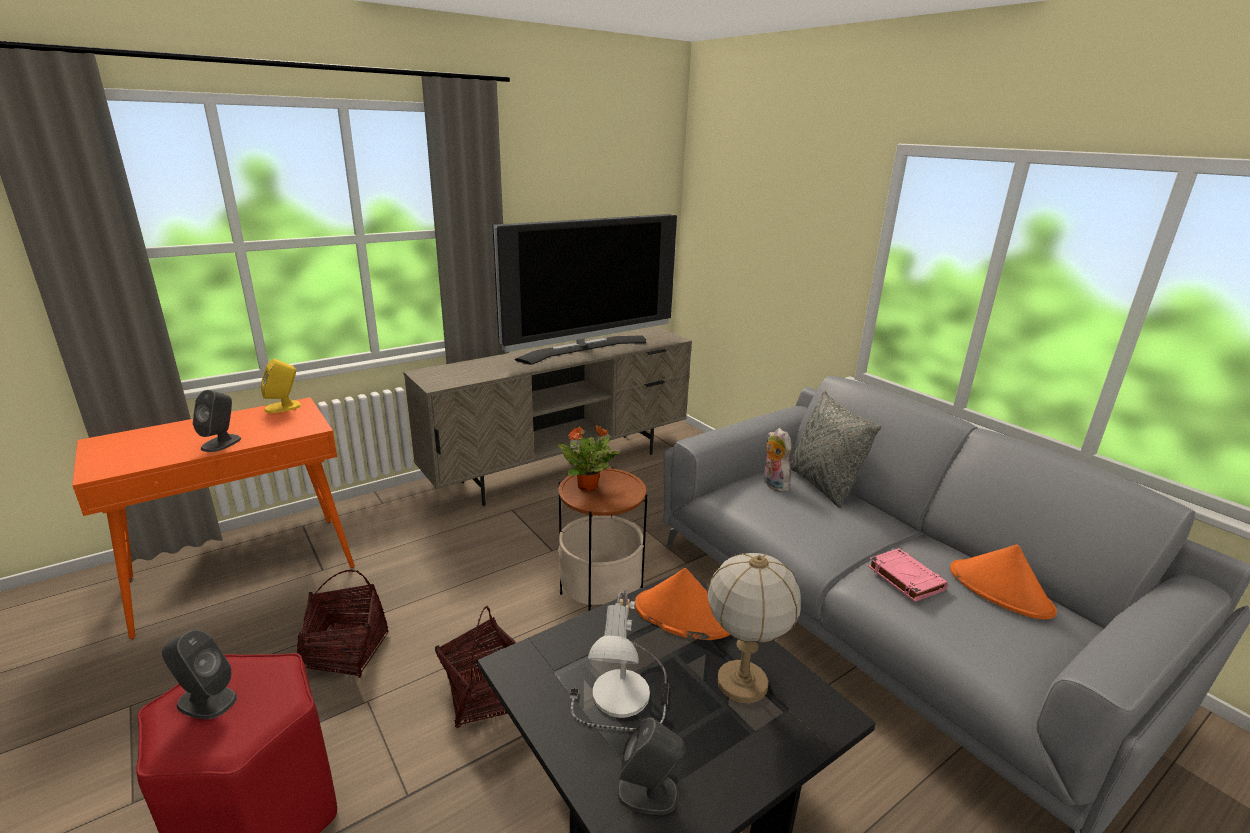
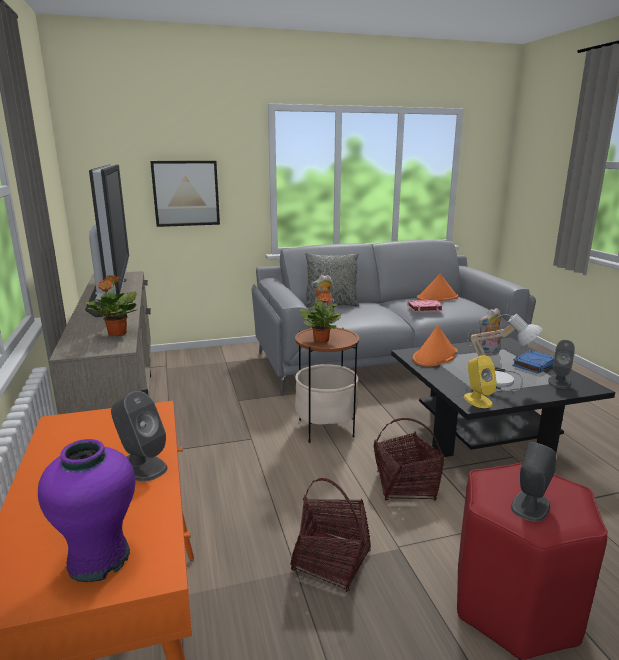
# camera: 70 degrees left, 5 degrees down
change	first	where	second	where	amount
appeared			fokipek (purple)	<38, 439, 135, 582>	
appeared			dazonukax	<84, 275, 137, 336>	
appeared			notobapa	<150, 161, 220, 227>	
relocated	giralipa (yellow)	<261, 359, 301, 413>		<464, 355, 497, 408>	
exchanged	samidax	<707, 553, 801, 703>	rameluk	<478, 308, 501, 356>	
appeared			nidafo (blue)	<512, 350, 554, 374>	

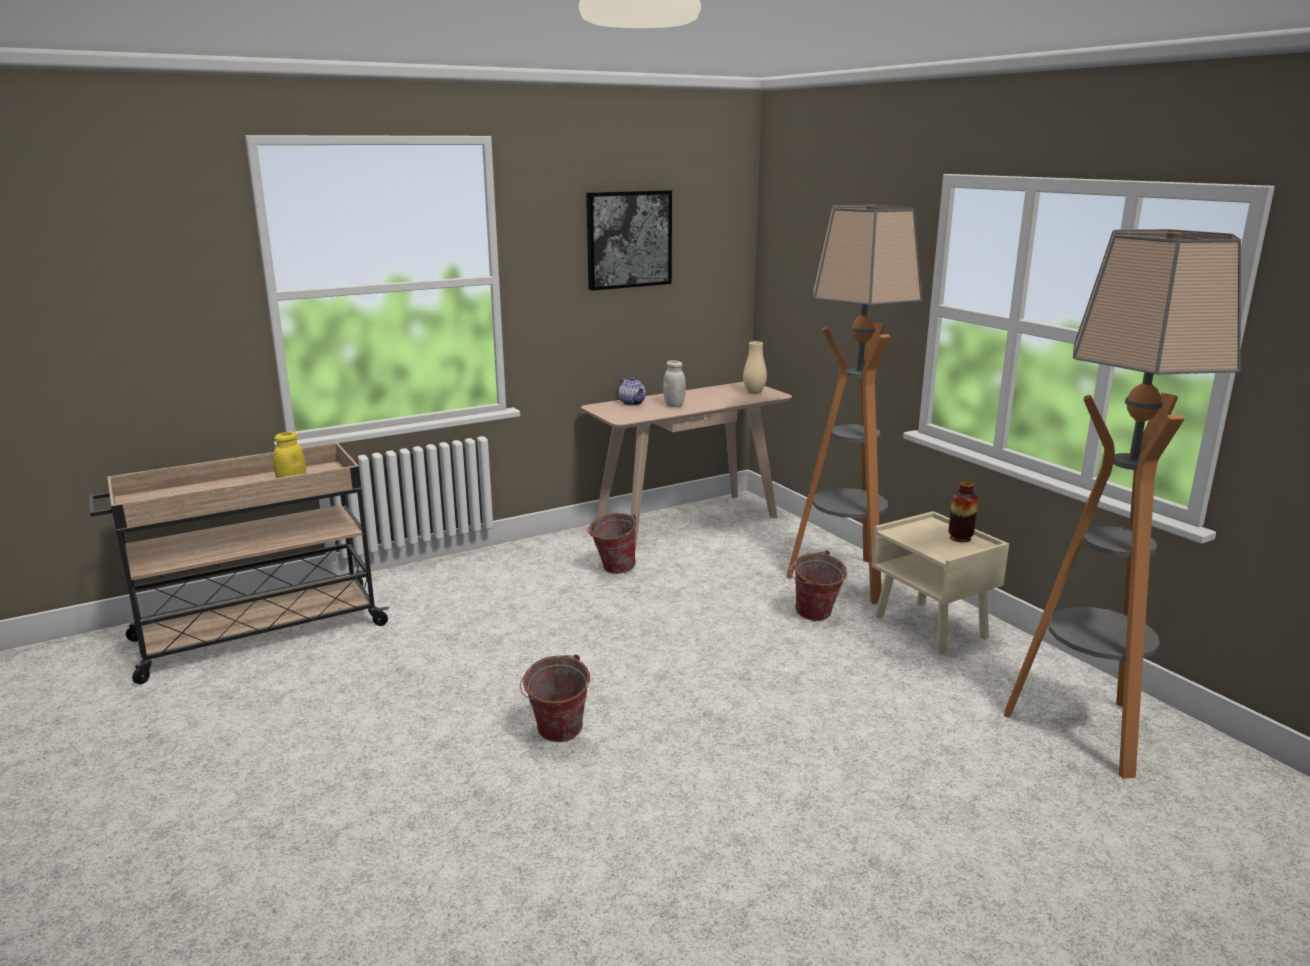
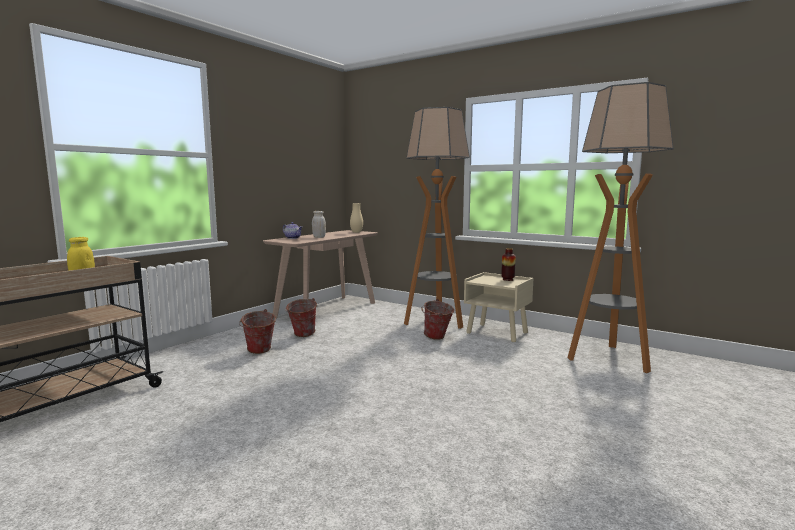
# camera: 25 degrees left, 10 degrees down
change	first	where	second	where	amount
relocated	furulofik	<520, 654, 590, 742>		<239, 309, 276, 354>	
missing	notobapa	<586, 190, 672, 291>			

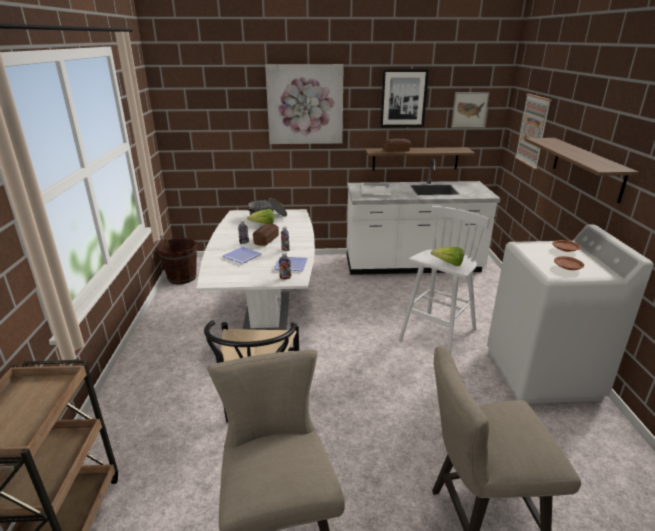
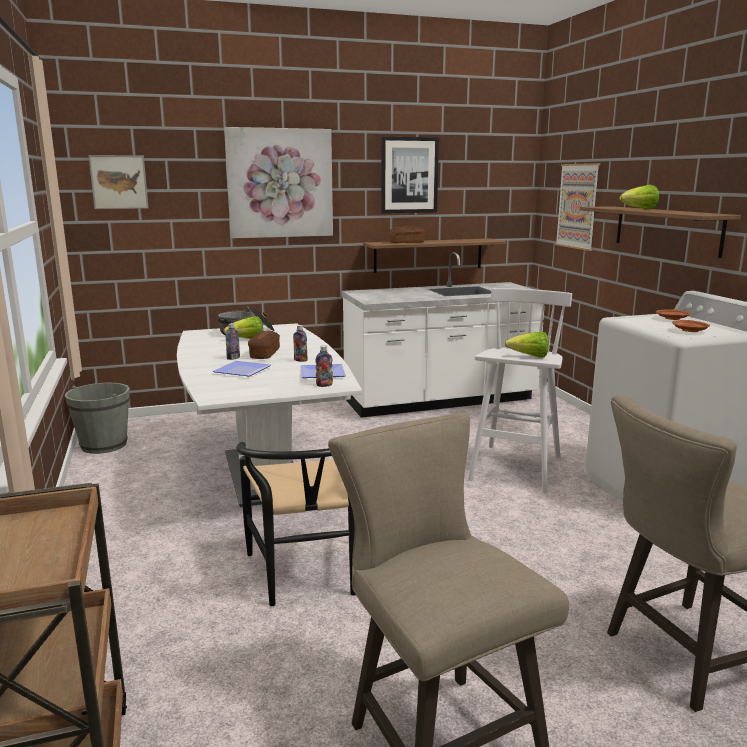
# camera: 15 degrees left, 10 degrees down
change	first	where	second	where	amount
colour	furulofik (brown)	<157, 238, 197, 284>	furulofik (grey)	<65, 383, 129, 454>	
relocated	notobapa	<451, 92, 490, 128>		<88, 155, 149, 209>	
appeared			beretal	<619, 185, 659, 210>	
missing	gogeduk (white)	<361, 183, 390, 198>			

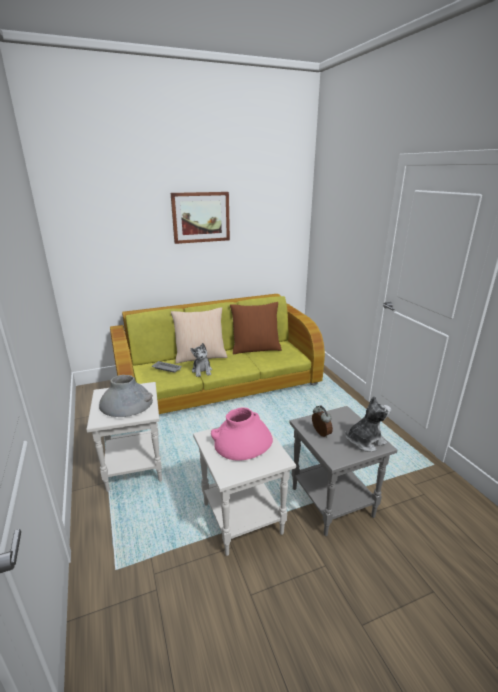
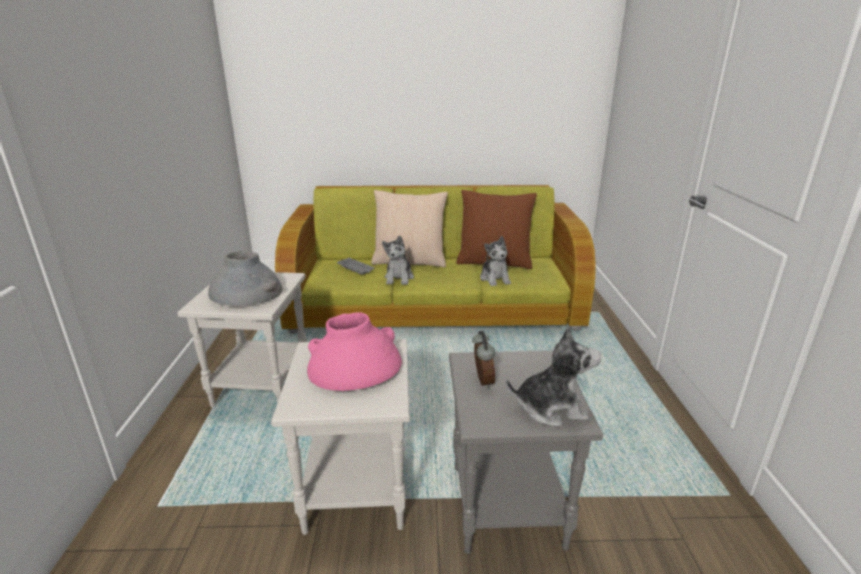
# camera: 20 degrees right, 0 degrees up
change	first	where	second	where	amount
appeared			rameluk	<480, 236, 511, 286>	
missing	notobapa	<171, 192, 230, 244>			

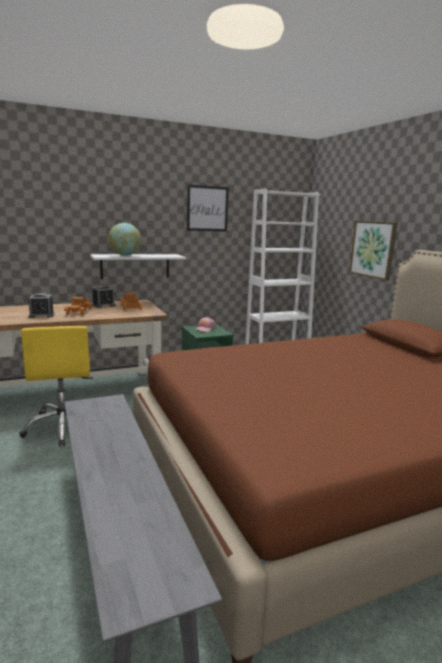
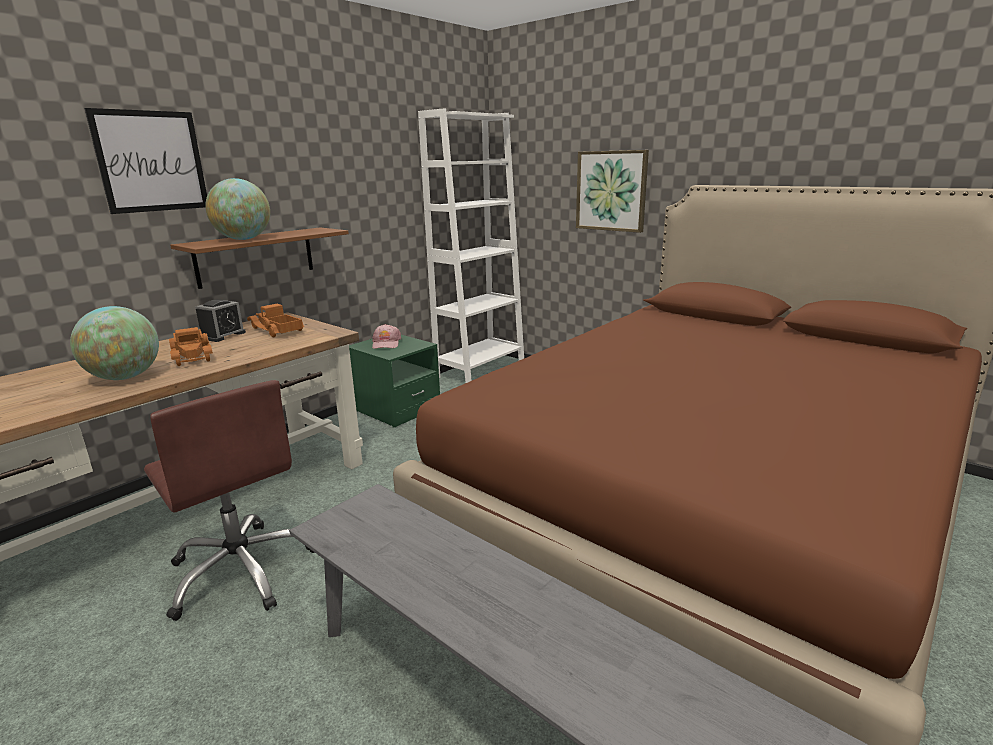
# camera: 25 degrees left, 5 degrees up
change	first	where	second	where	amount
exchanged	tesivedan	<28, 293, 55, 318>	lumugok	<70, 306, 159, 380>	
relocated	notobapa	<187, 185, 229, 232>		<84, 108, 207, 214>	
colour	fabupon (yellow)	<19, 326, 93, 447>	fabupon (brown)	<144, 380, 315, 621>	
colour	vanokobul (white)	<90, 254, 186, 279>	vanokobul (brown)	<170, 228, 349, 289>	

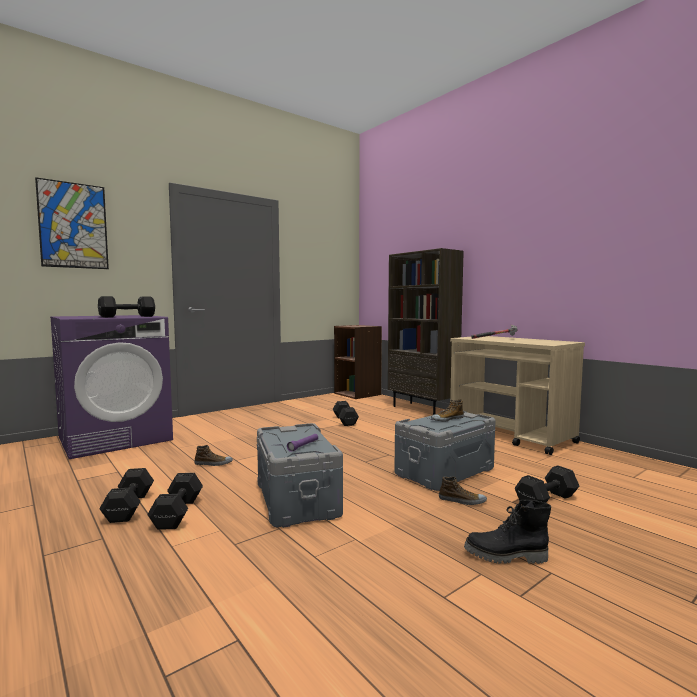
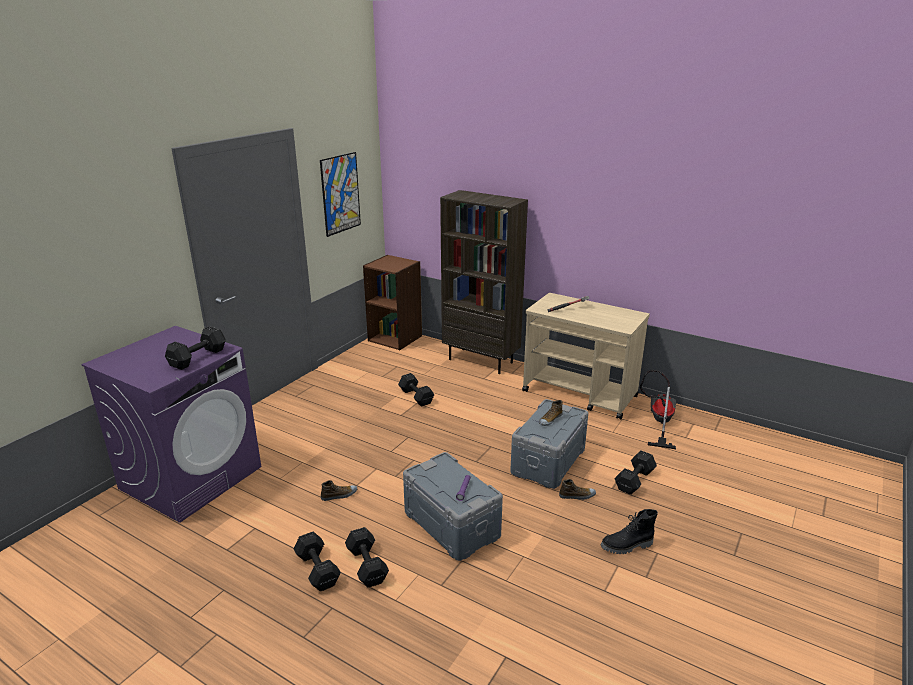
# camera: 20 degrees left, 20 degrees up
change	first	where	second	where	amount
relocated	notobapa	<35, 177, 109, 269>		<320, 152, 361, 237>	
appeared			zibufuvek	<640, 370, 676, 449>	

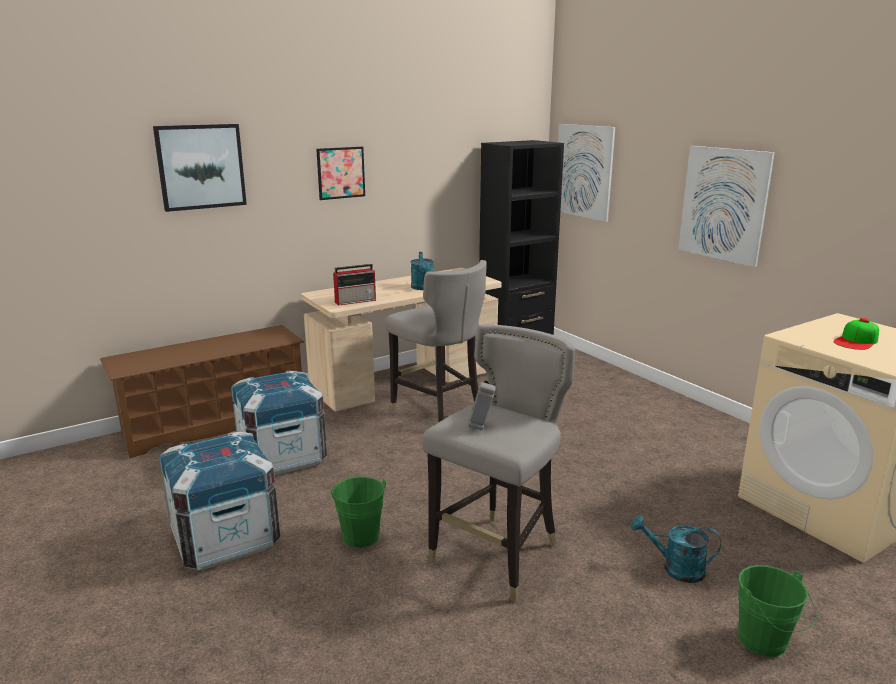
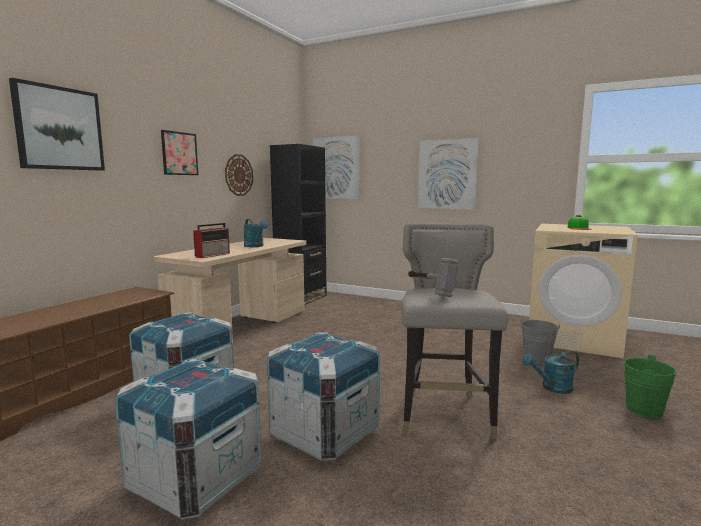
# camera: 30 degrees left, 10 degrees down
change	first	where	second	where	amount
appeared			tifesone	<225, 154, 253, 196>	
exchanged	furulofik (green)	<330, 476, 386, 548>	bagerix	<267, 332, 380, 461>	
appeared			furulofik (grey)	<520, 319, 560, 364>	
missing	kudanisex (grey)	<385, 260, 487, 422>			

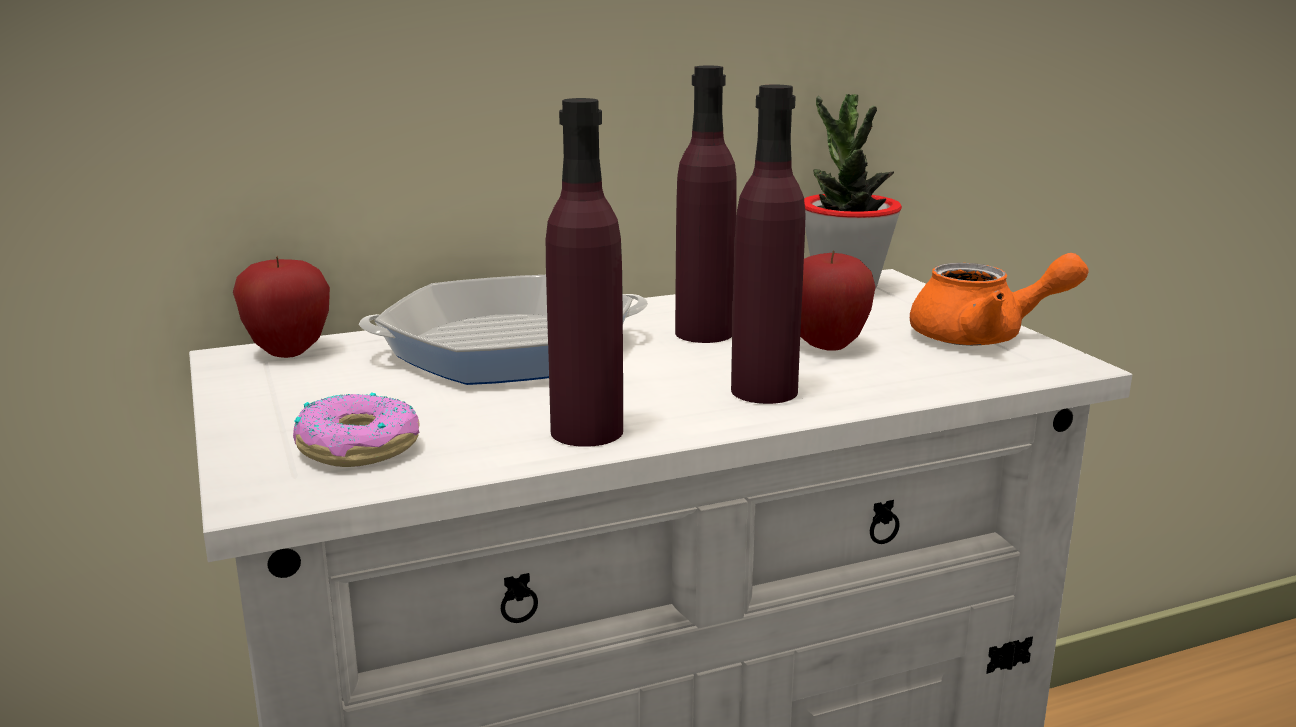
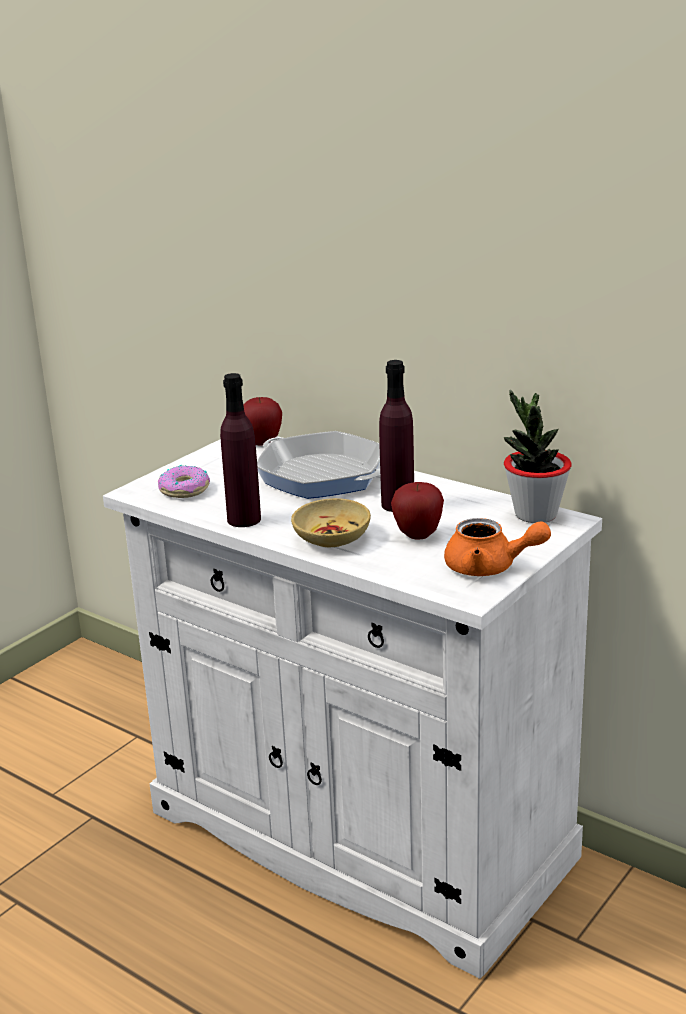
# camera: 60 degrees right, 5 degrees up
change	first	where	second	where	amount
exchanged	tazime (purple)	<731, 85, 806, 404>	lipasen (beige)	<291, 498, 371, 547>	
spun	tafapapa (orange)	<910, 253, 1088, 346>		<444, 518, 551, 576>	45 degrees counterclockwise

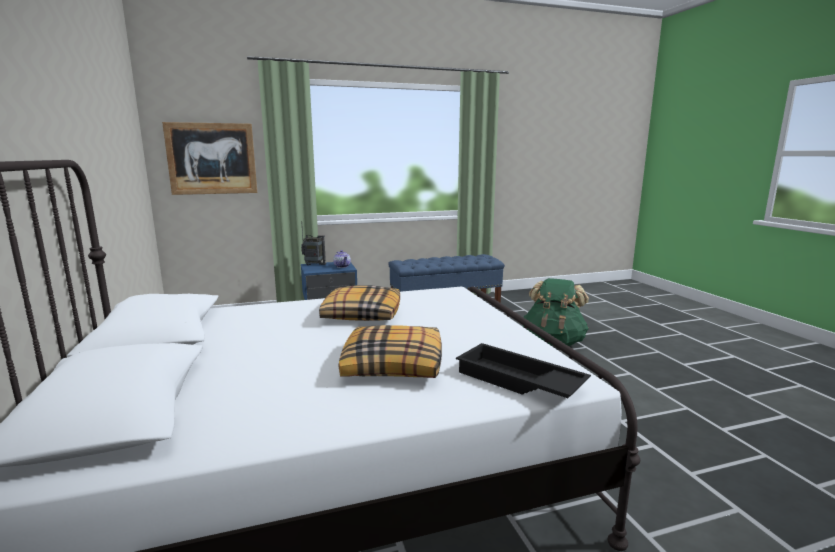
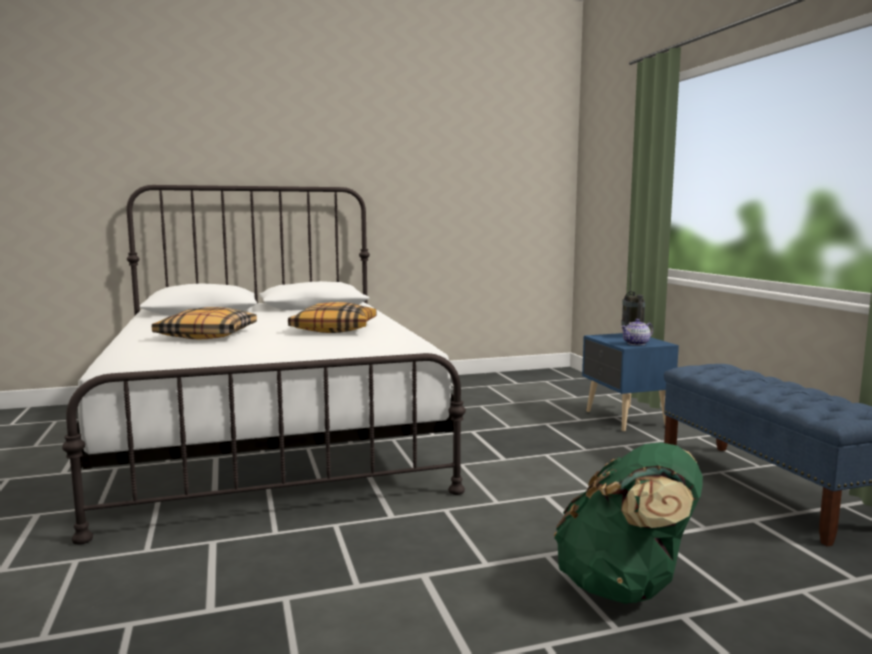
# camera: 90 degrees right, 5 degrees down
change	first	where	second	where	amount
missing	notobapa	<162, 122, 257, 195>			
missing	gogeduk (black)	<456, 343, 591, 398>			

